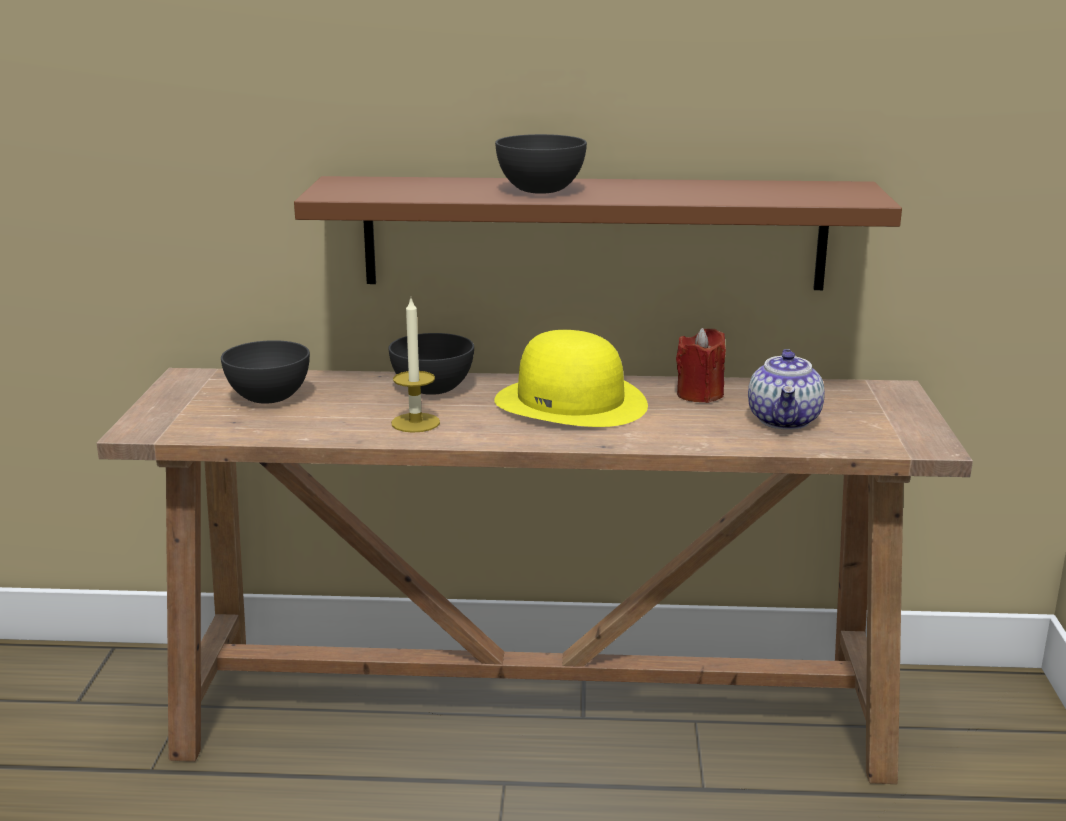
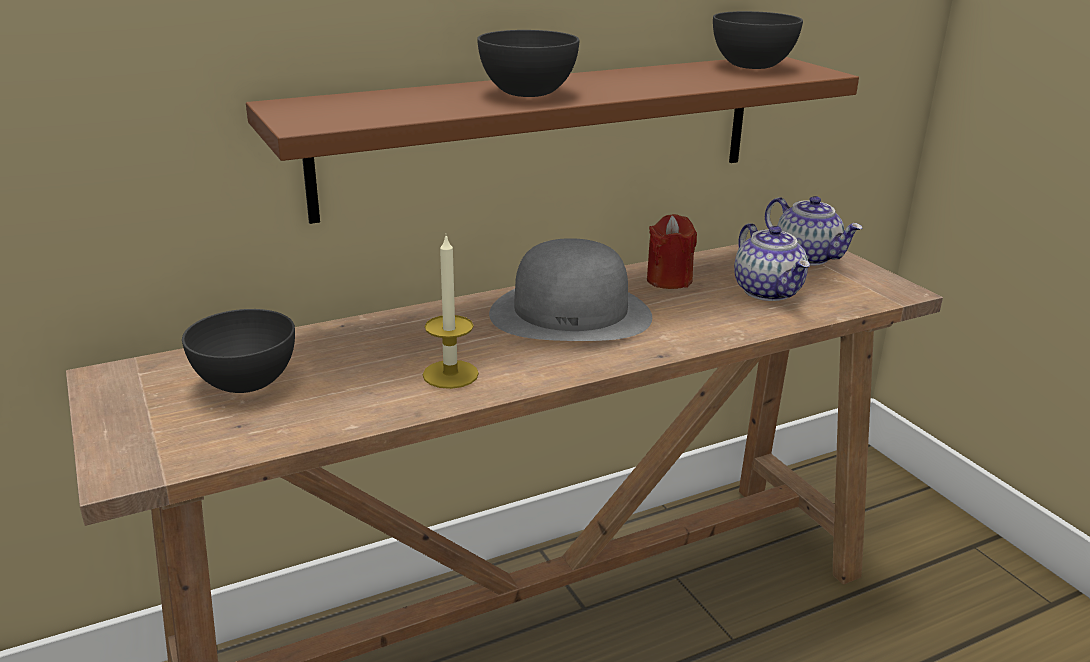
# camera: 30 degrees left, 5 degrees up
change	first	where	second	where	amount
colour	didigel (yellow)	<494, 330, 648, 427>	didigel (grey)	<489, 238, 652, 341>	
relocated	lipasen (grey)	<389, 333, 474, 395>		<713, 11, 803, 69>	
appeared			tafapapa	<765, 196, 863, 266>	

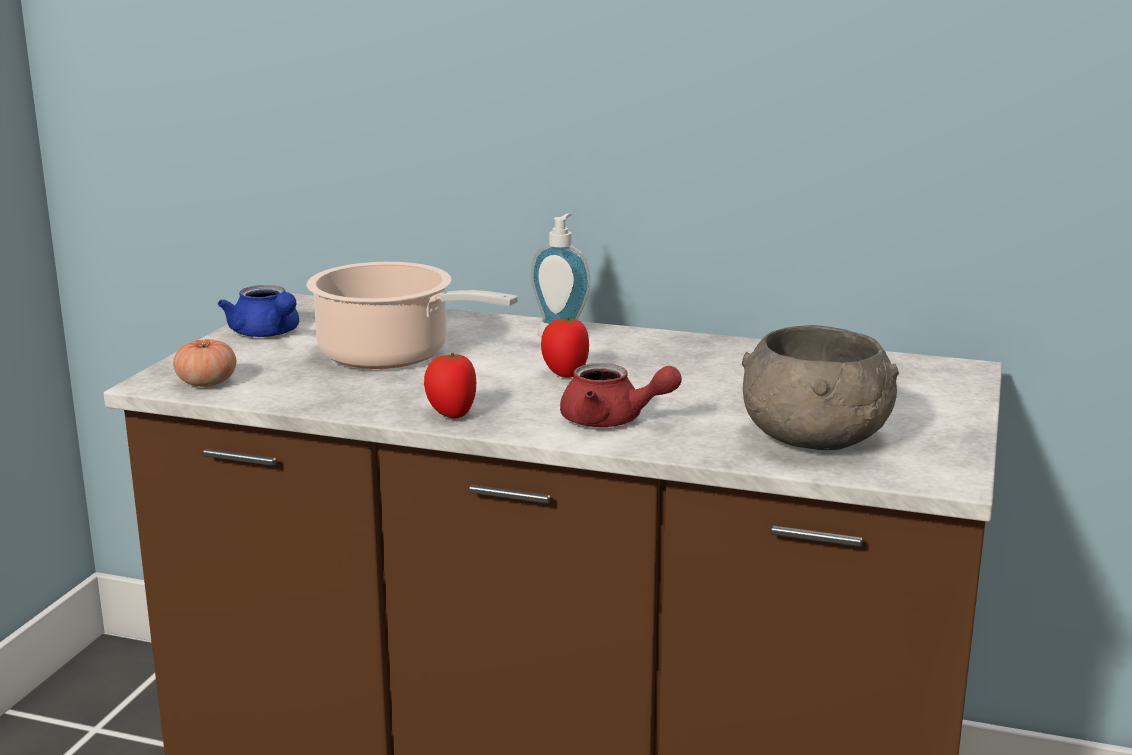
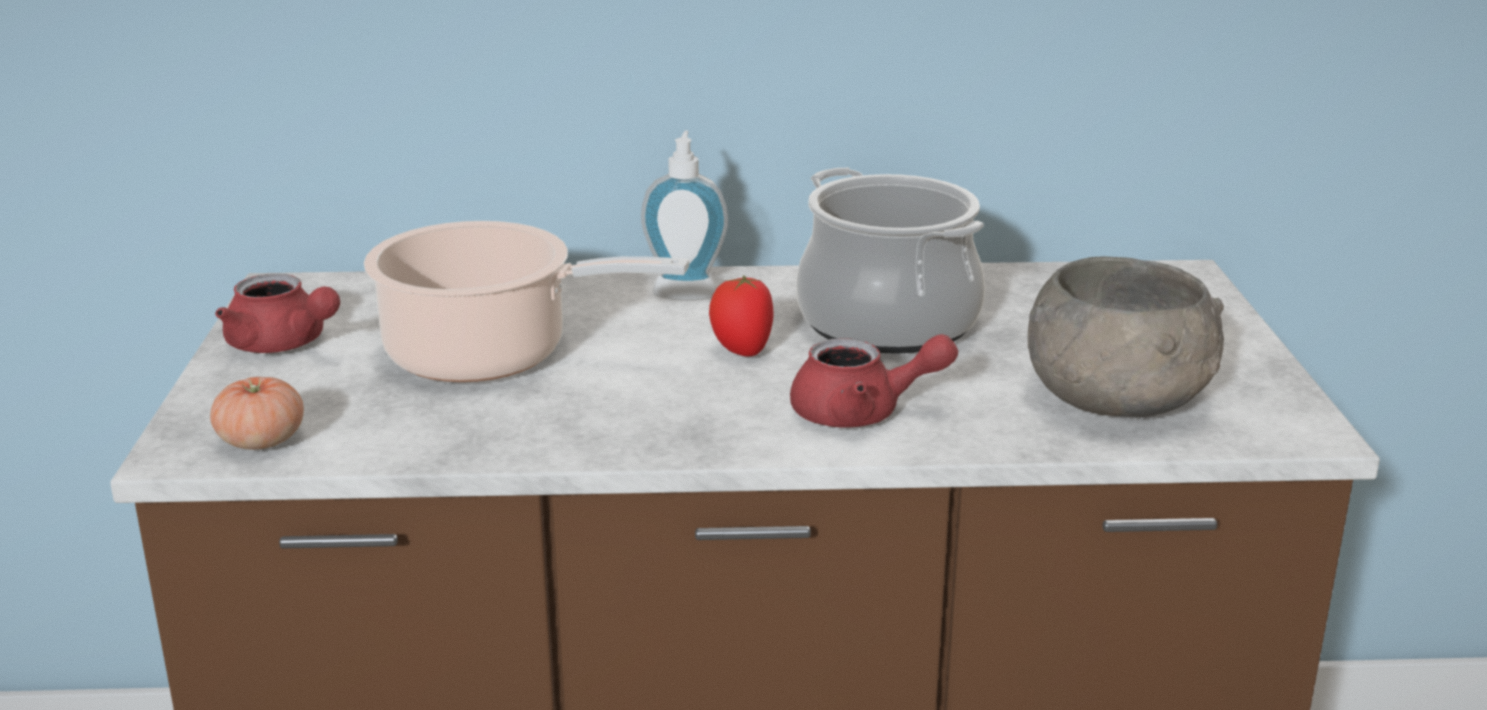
# camera: 20 degrees left, 5 degrees up
change	first	where	second	where	amount
colour	tafapapa (blue)	<218, 285, 299, 337>	tafapapa (red)	<215, 274, 340, 353>	
appeared			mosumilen	<796, 168, 985, 354>	
missing	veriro	<424, 353, 476, 418>			

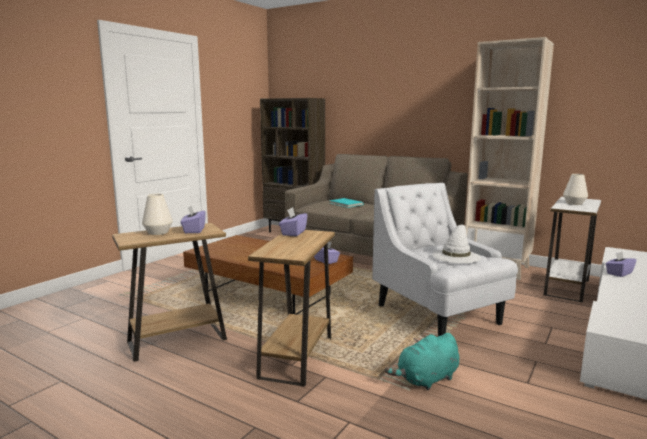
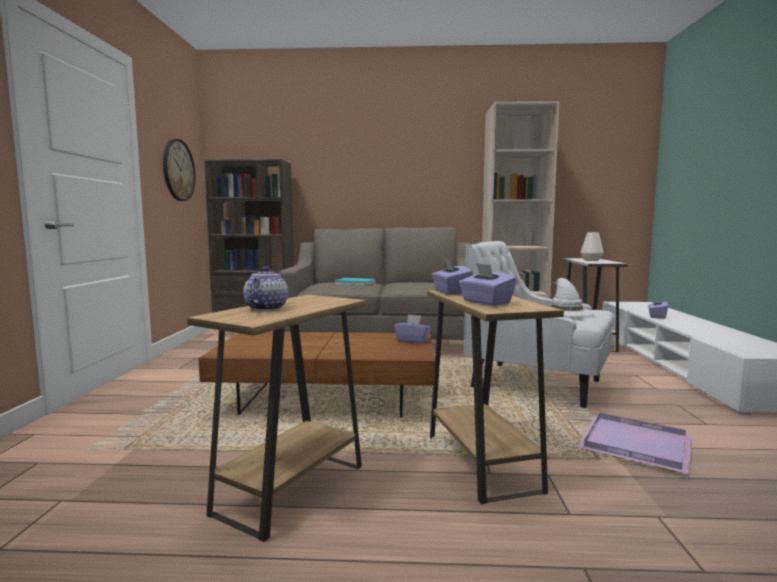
# camera: 30 degrees left, 5 degrees down
change	first	where	second	where	amount
appeared			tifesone	<163, 139, 196, 201>	
exchanged	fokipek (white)	<142, 194, 173, 235>	tafapapa	<243, 266, 288, 311>	
relocated	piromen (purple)	<181, 206, 206, 233>		<459, 263, 516, 306>	
exchanged	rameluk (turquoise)	<385, 333, 459, 390>	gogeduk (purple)	<577, 413, 692, 474>	

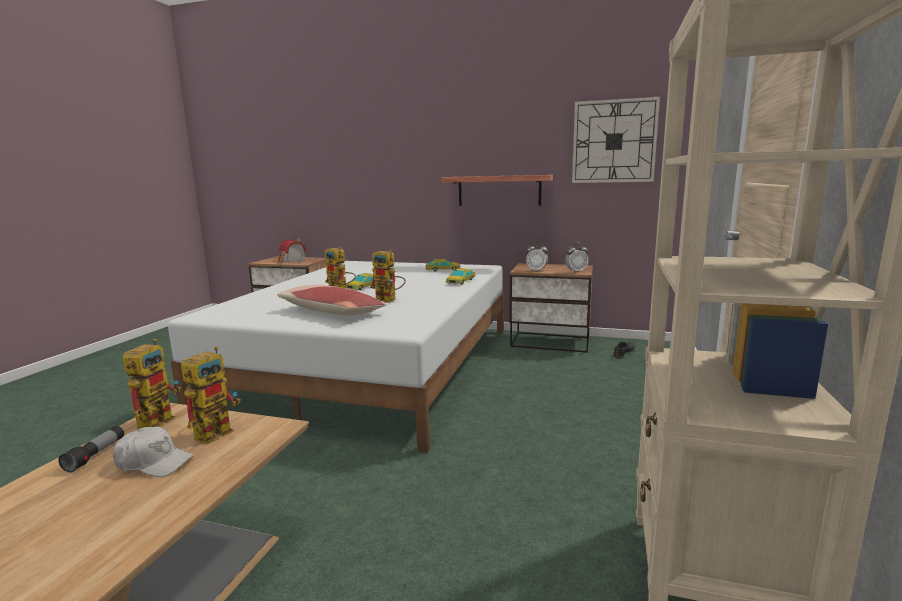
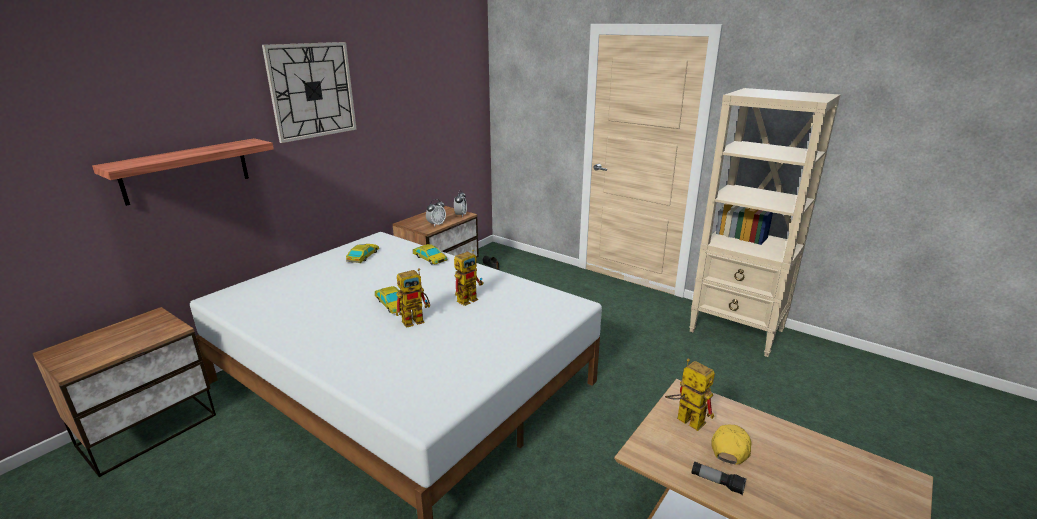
# camera: 70 degrees left, 10 degrees up
change	first	where	second	where	amount
relocated	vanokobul	<441, 175, 553, 206>		<92, 138, 274, 206>	
relocated	tifesone	<572, 97, 660, 183>		<262, 42, 357, 143>	
colour	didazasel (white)	<113, 427, 194, 477>	didazasel (yellow)	<712, 425, 751, 465>	
missing	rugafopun	<123, 339, 181, 429>			
missing	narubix	<277, 284, 387, 316>			
missing	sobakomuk	<278, 238, 307, 263>			

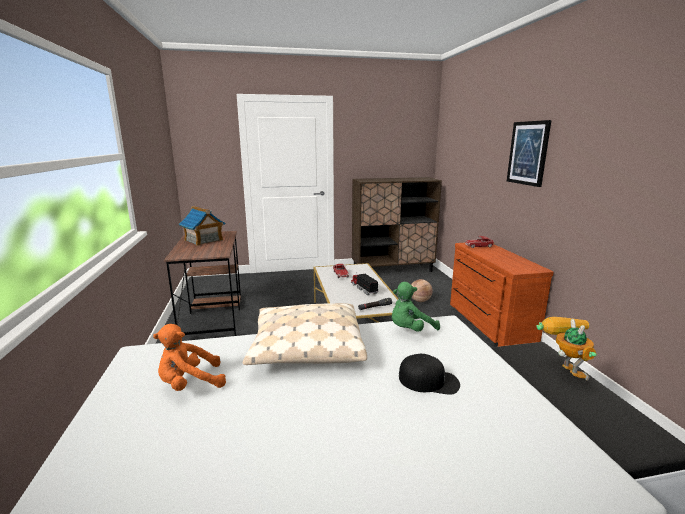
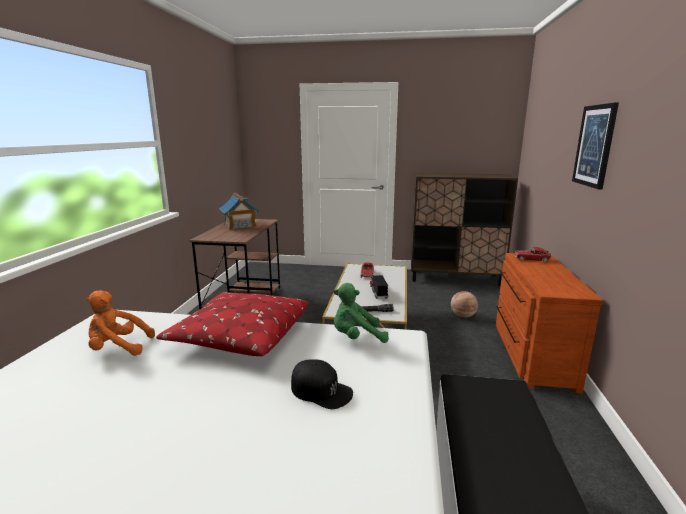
# camera: 20 degrees right, 0 degrees up
change	first	where	second	where	amount
colour	narubix (beige)	<243, 303, 367, 365>	narubix (red)	<156, 292, 309, 356>	
missing	rugafopun	<536, 317, 597, 381>			

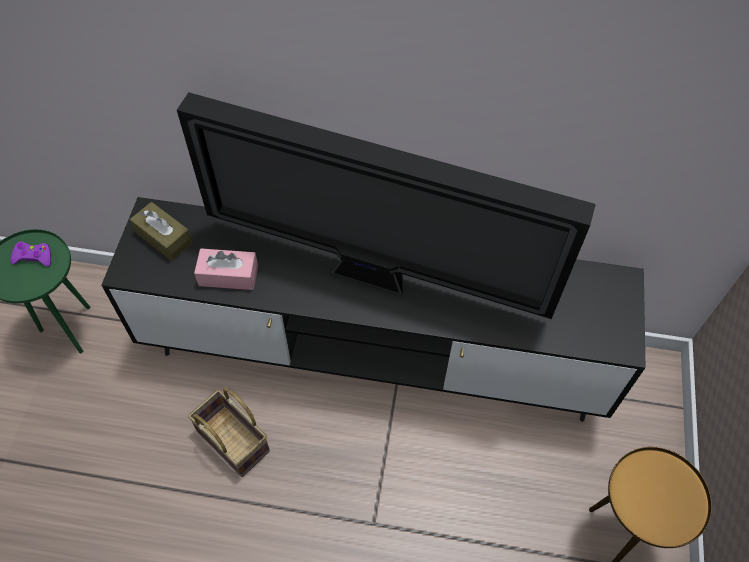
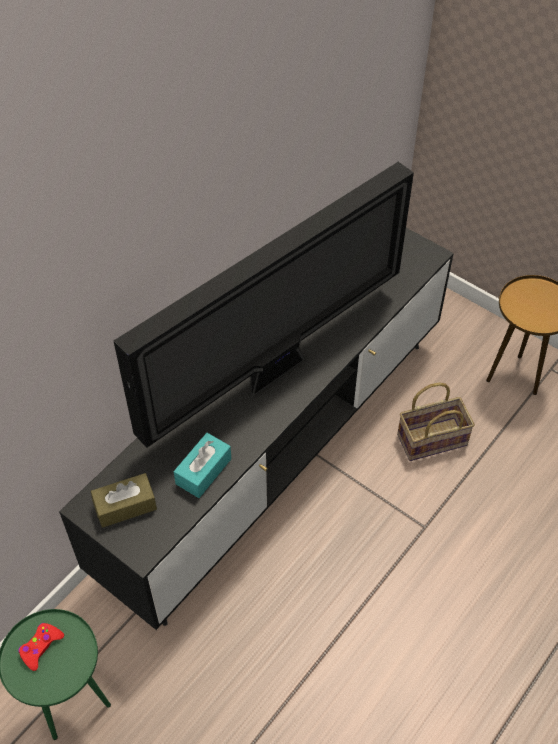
# camera: 60 degrees left, 5 degrees down
change	first	where	second	where	amount
colour	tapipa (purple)	<10, 241, 51, 267>	tapipa (red)	<18, 623, 64, 671>	
colour	piromen (pink)	<194, 248, 258, 290>	piromen (turquoise)	<174, 433, 231, 498>	
relocated	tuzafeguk	<188, 388, 270, 477>		<397, 383, 475, 461>	

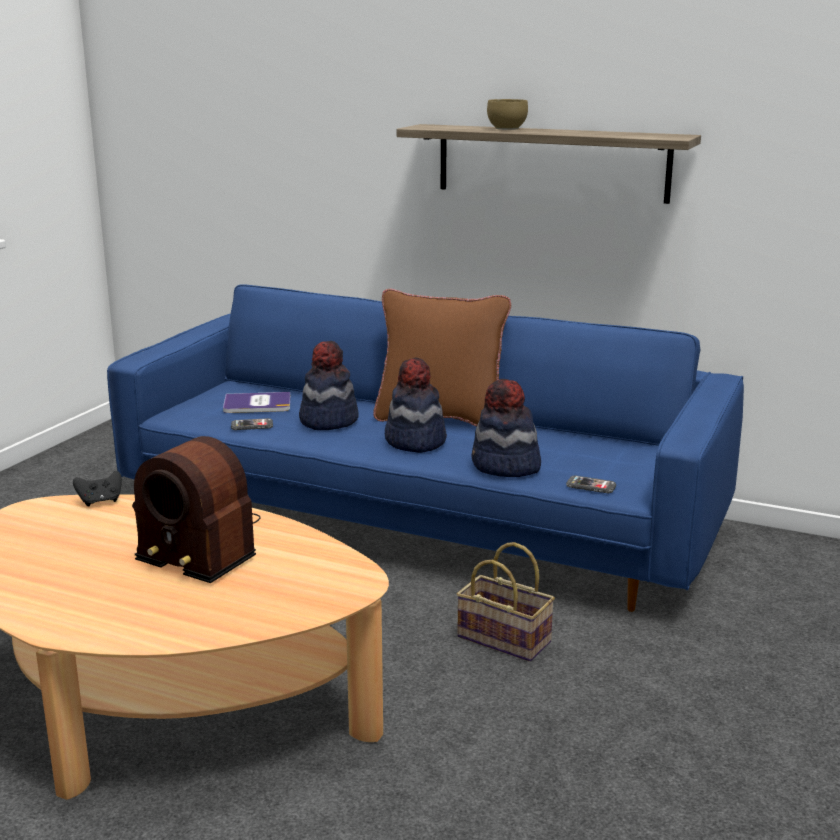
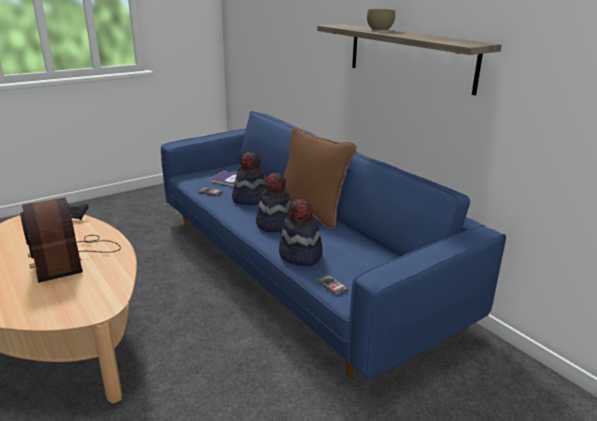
# camera: 30 degrees right, 5 degrees up
change	first	where	second	where	amount
missing	tuzafeguk	<457, 542, 555, 662>			

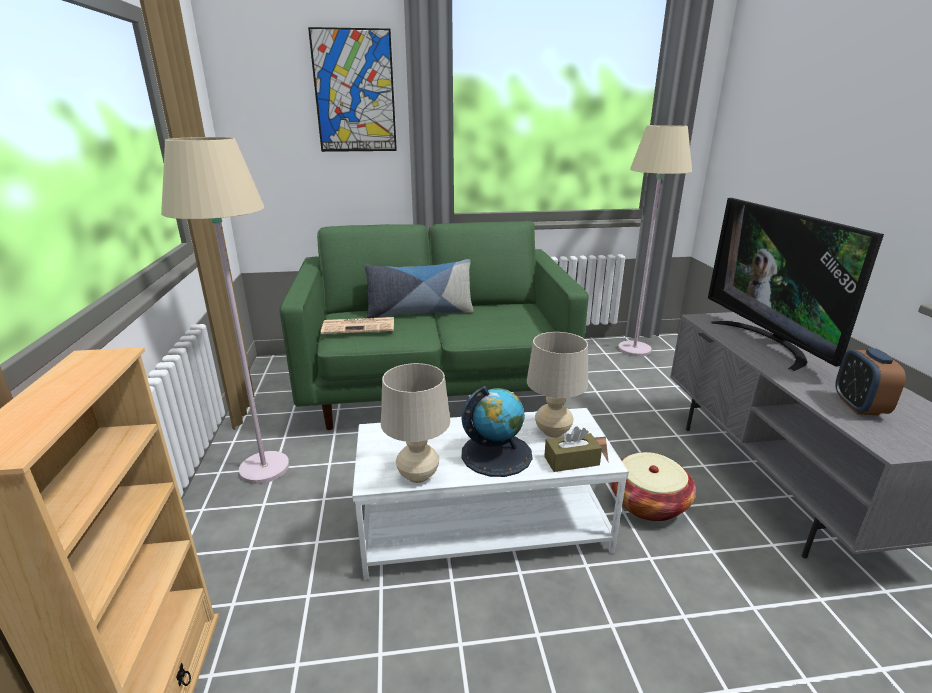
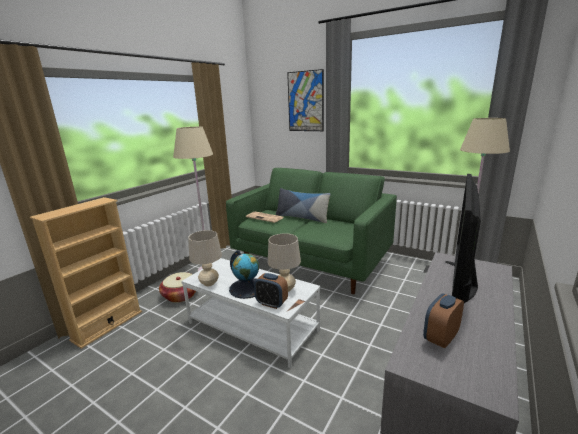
# camera: 40 degrees right, 5 degrees down
change	first	where	second	where	amount
relocated	tuzafeguk	<610, 452, 696, 522>		<159, 272, 196, 303>	
exchanged	piromen (brown)	<544, 426, 602, 472>	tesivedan	<254, 273, 288, 309>	

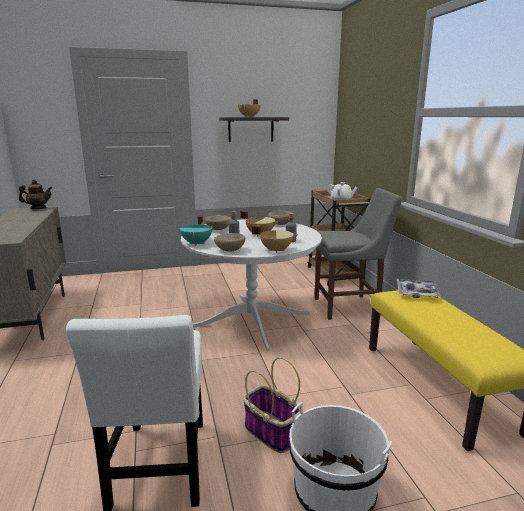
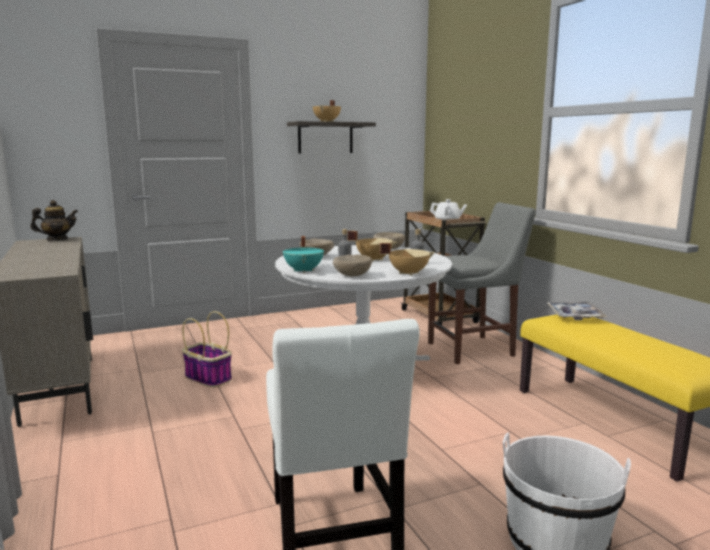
# camera: 10 degrees left, 5 degrees down
change	first	where	second	where	amount
relocated	tuzafeguk	<243, 357, 300, 453>		<182, 311, 232, 387>	

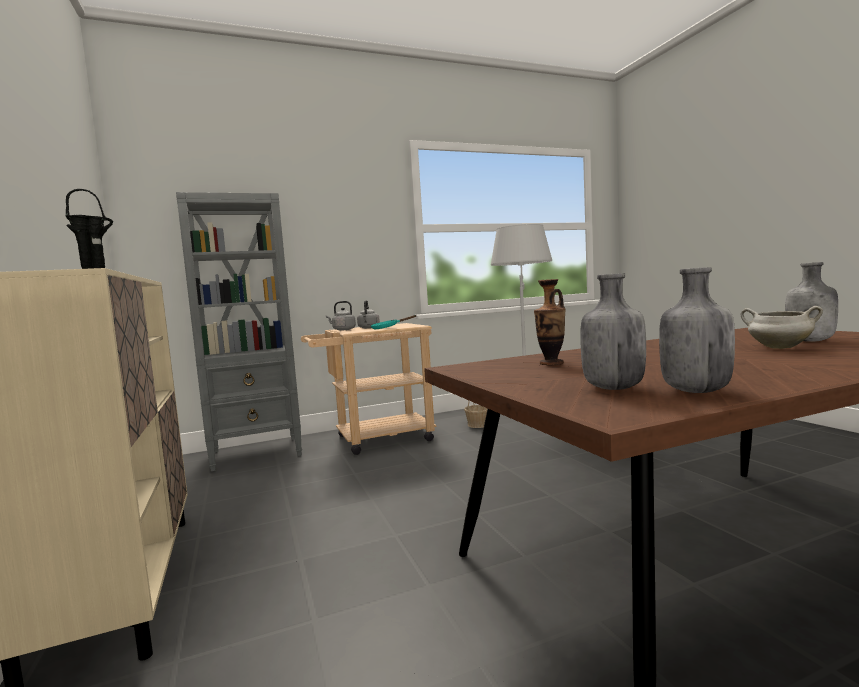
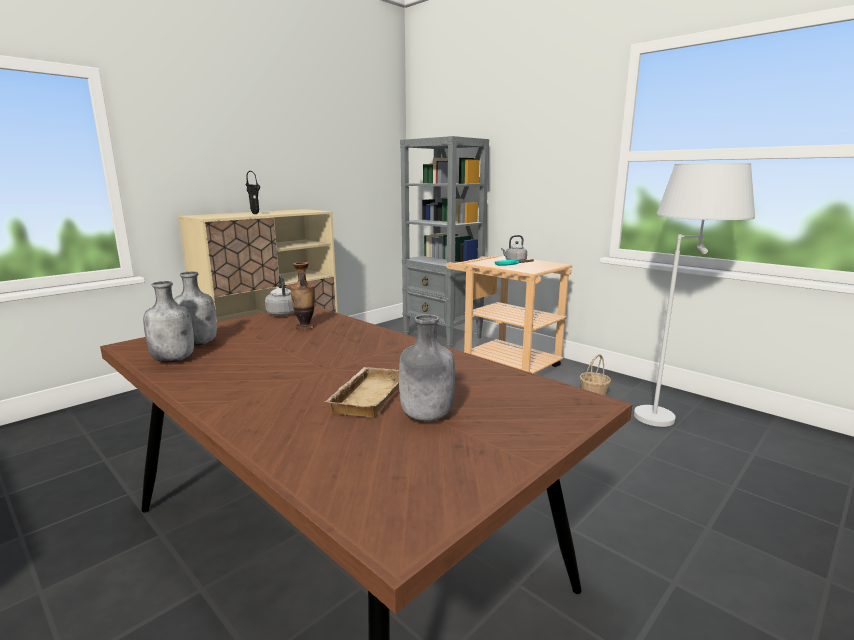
# camera: 65 degrees right, 10 degrees up
change	first	where	second	where	amount
relocated	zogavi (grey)	<326, 301, 356, 331>		<265, 275, 295, 316>	
exchanged	mosumilen (white)	<740, 306, 823, 349>	gogeduk (beige)	<325, 367, 399, 417>	

